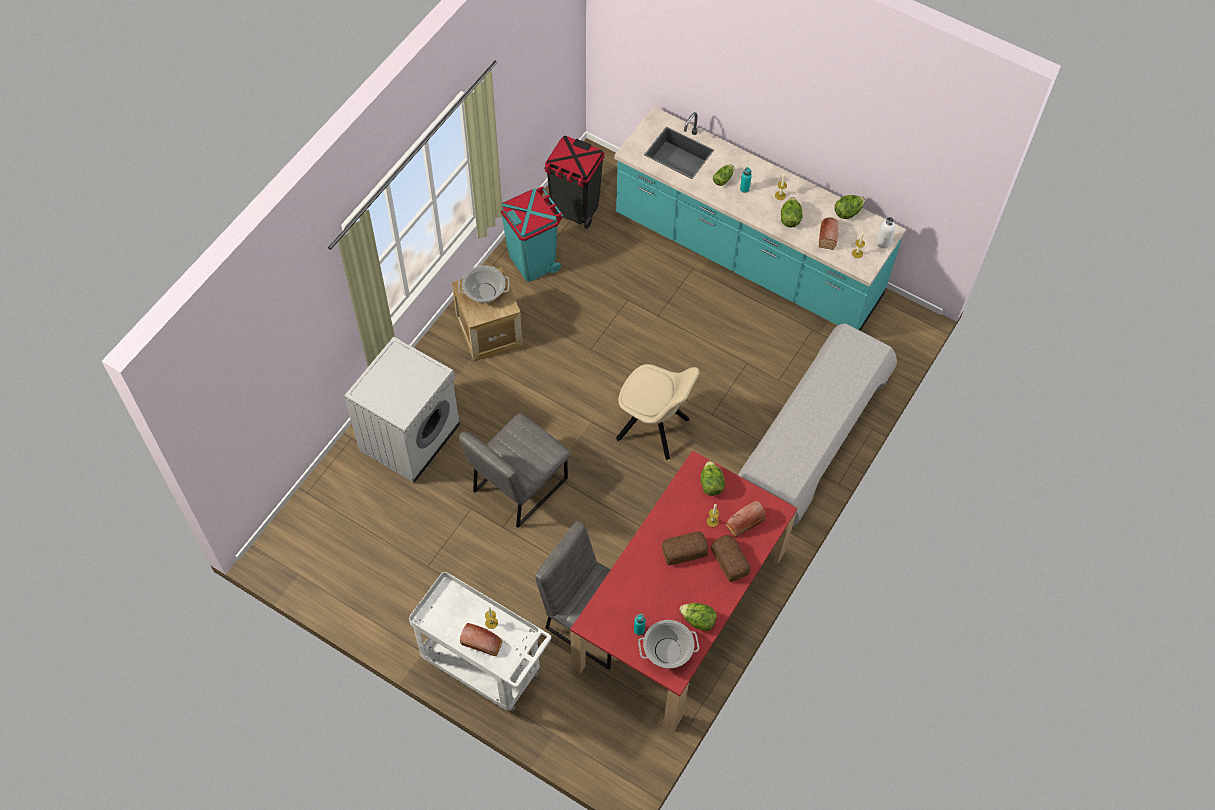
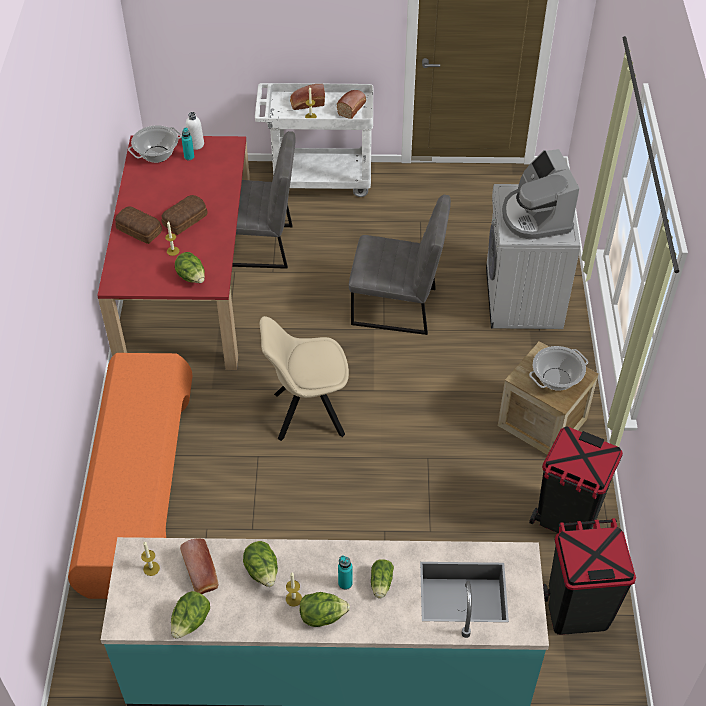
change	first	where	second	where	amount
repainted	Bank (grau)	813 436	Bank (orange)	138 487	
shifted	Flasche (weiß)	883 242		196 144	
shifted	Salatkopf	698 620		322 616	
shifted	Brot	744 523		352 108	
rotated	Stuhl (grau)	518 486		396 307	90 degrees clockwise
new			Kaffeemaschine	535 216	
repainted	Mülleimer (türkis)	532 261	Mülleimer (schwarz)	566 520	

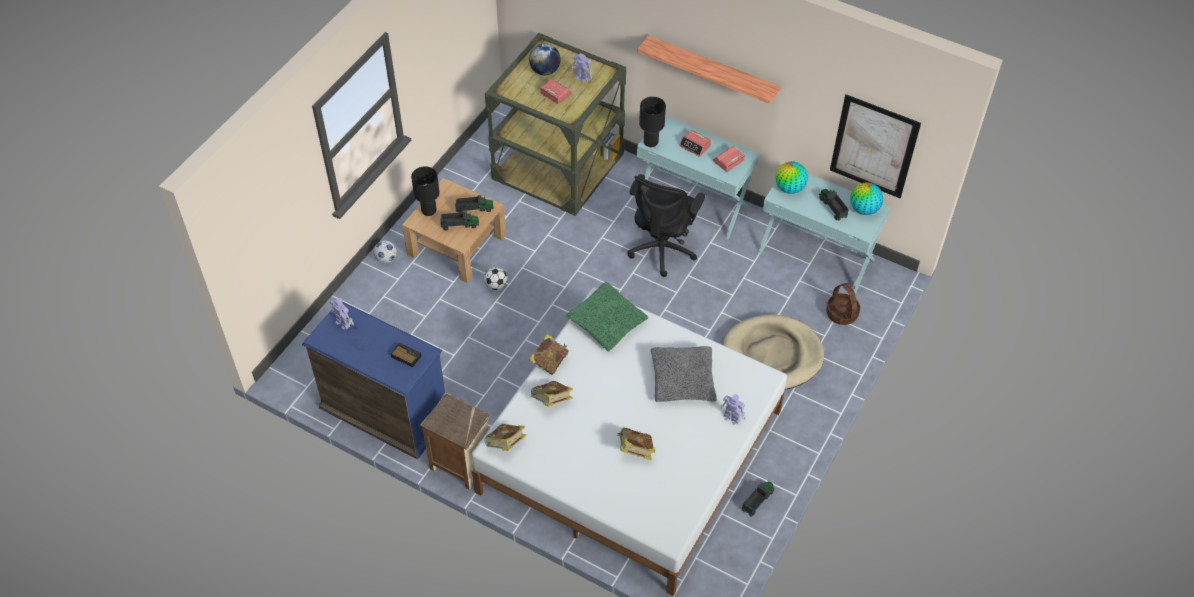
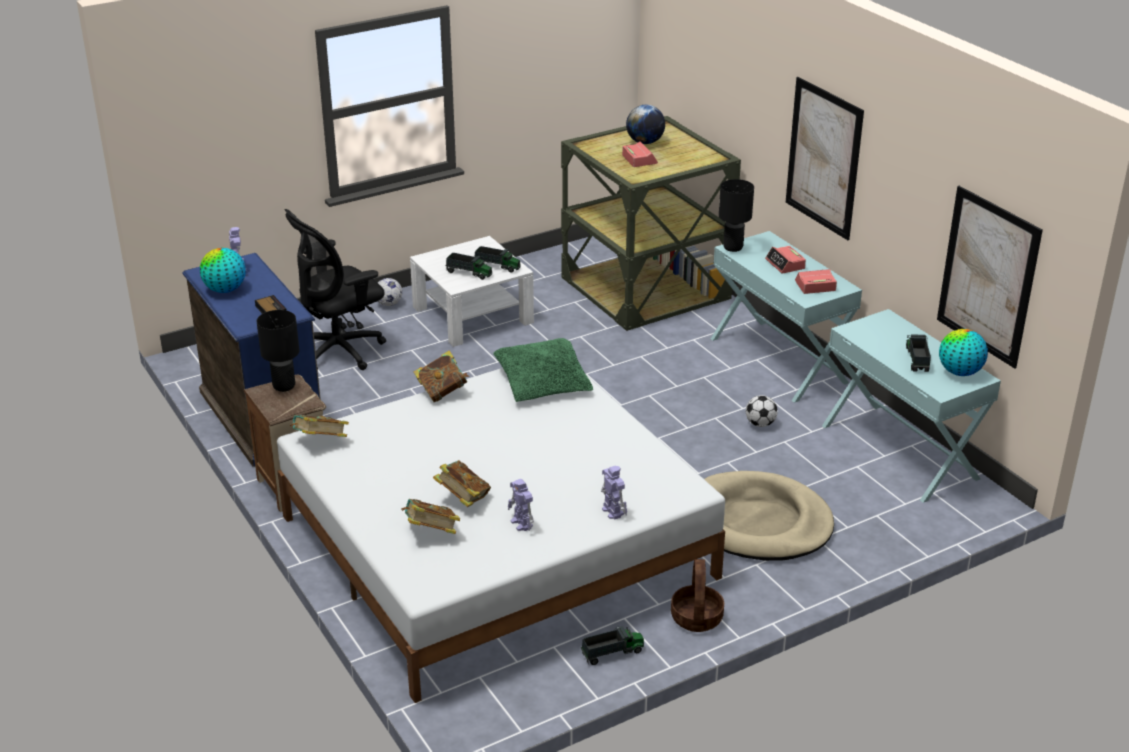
change	first	where	second	where	amount
shifted	Globus	789 188		225 290	
shifted	Tischlampe (schwarz)	429 212		284 388	
shifted	Bürostuhl (schwarz)	662 246		343 348	
shifted	Buch	551 401		431 532	
repainted	Couchtisch (braun)	456 244	Couchtisch (weiß)	472 315	
shifted	Spielzeugroboter	581 78		522 524	
shifted	Korb	842 314		697 617	
shifted	Fußball	496 285		760 424	
swapped	Wandregal	712 69	Bild	823 158	
gone	Kissen (grau)	682 380			

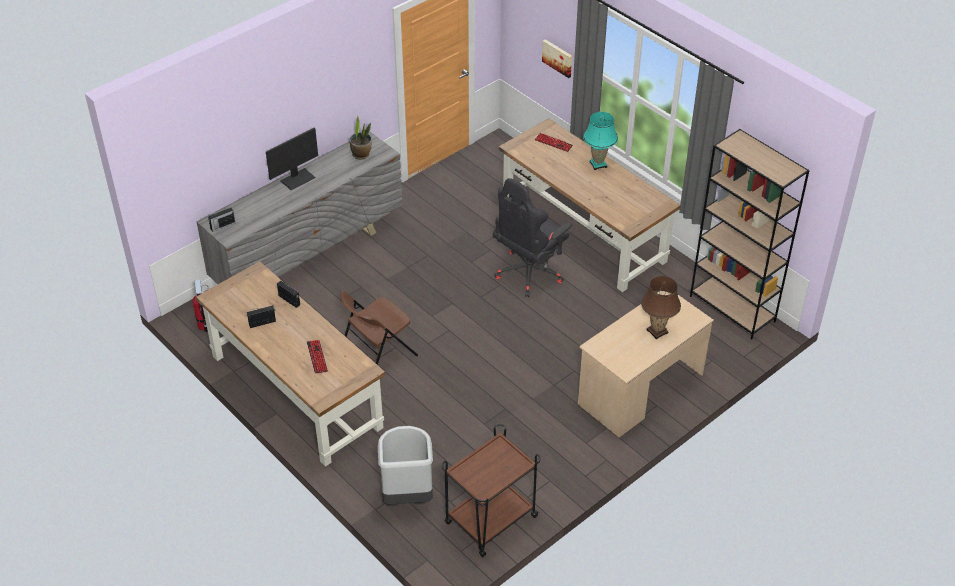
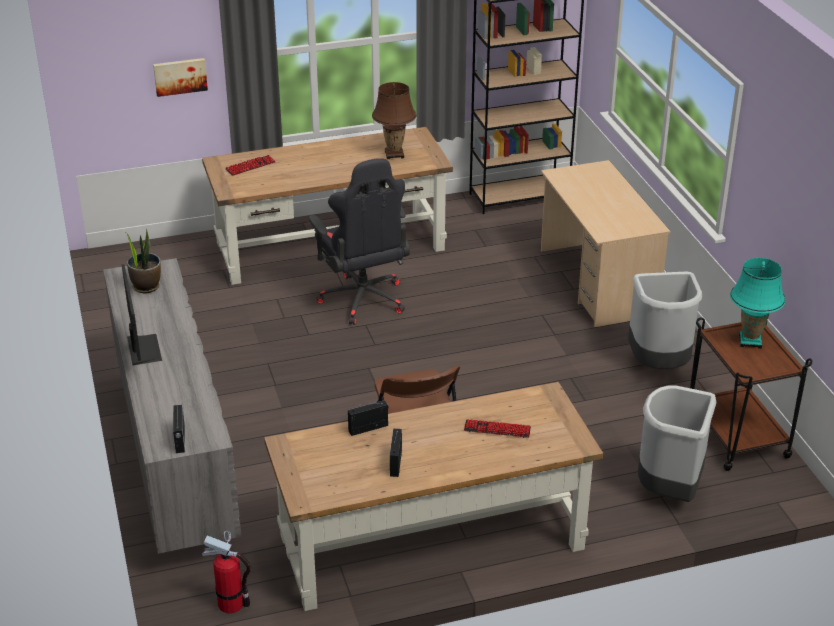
change	first	where	second	where	amount
shifted	Tischlampe (braun)	657 331		394 154	
new			Mülleimer (grau)	659 365	
shifted	Tischlampe (türkis)	598 164		750 341	

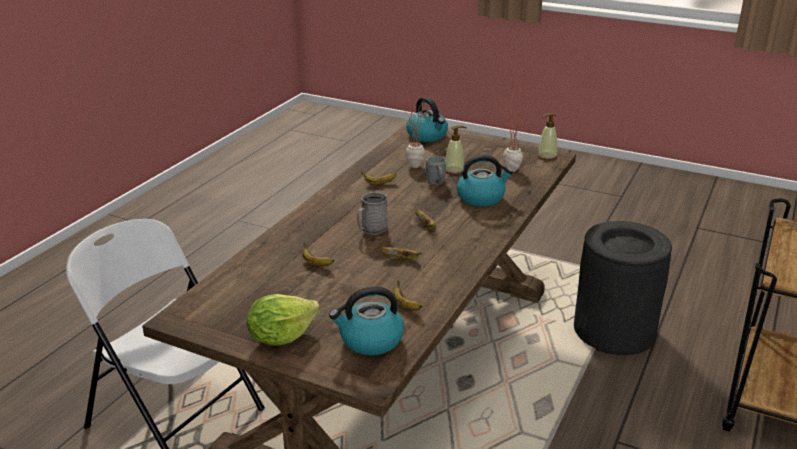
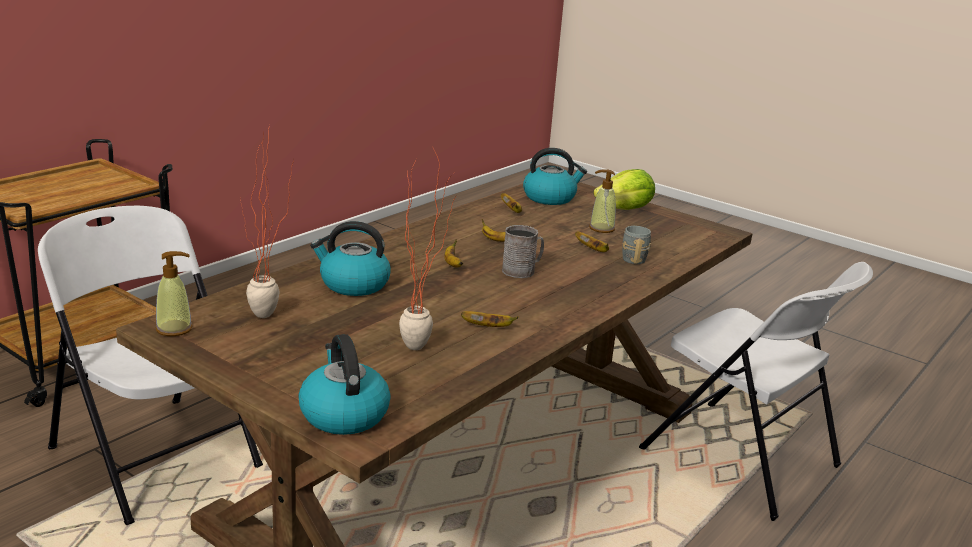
change	first	where	second	where	amount
swapped	Mülleimer (schwarz)	614 331	Stuhl (weiß)	156 457	
shifted	Seifenspender	454 171		601 228	
shifted	Henkelbecher (grau)	436 183		633 257	

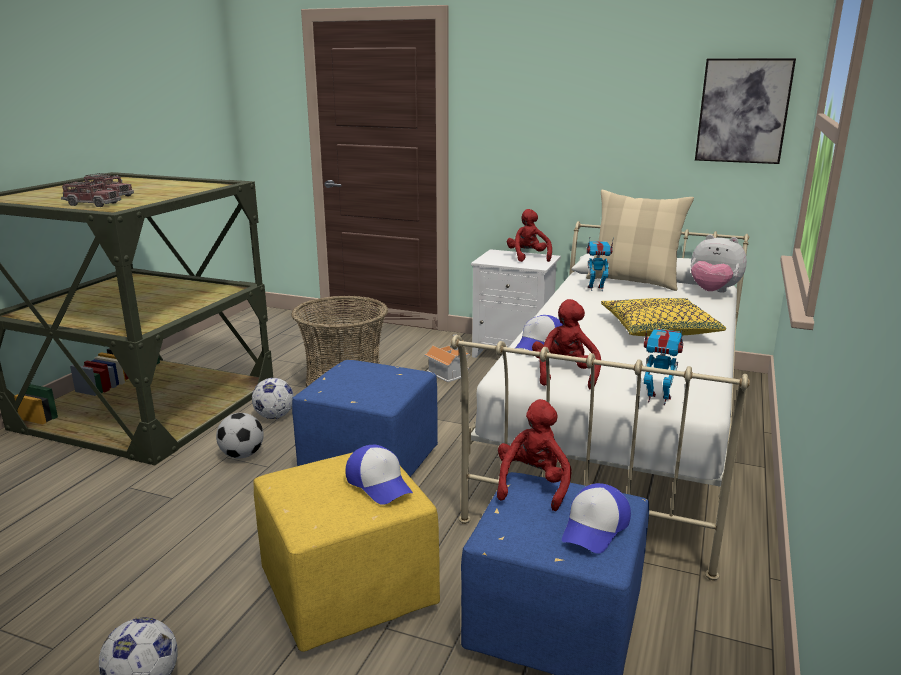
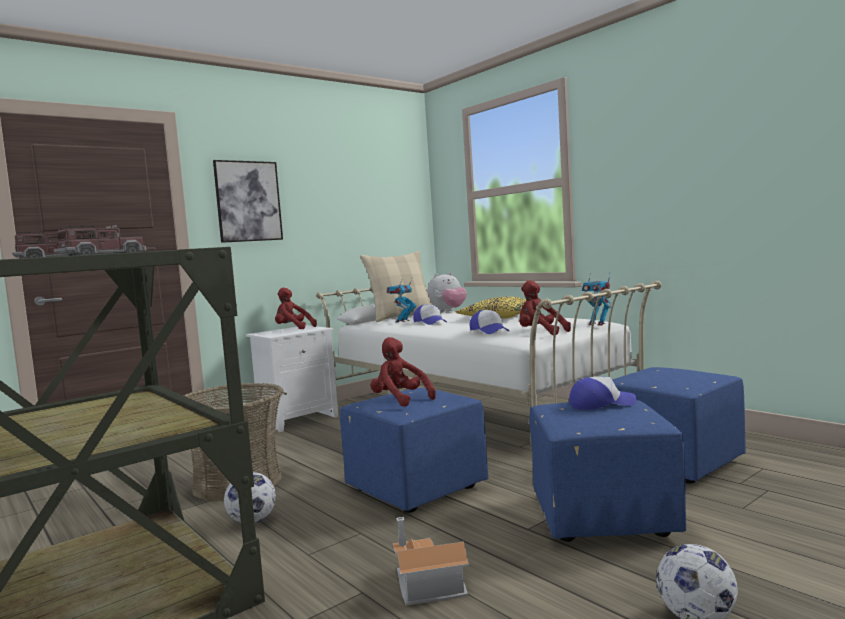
change	first	where	second	where	amount
shifted	Bild	743 111		248 201	
shifted	Plüschtier (rot)	533 485		400 400	
shifted	Spielzeughaus	448 371		425 584	
shifted	Kappe	595 528		430 322	
repainted	Polsterhocker (gelb)	348 590	Polsterhocker (blau)	600 517	
rotated	Spielzeugroboter	657 399		597 324	105 degrees counterclockwise
gone	Fußball	242 455			

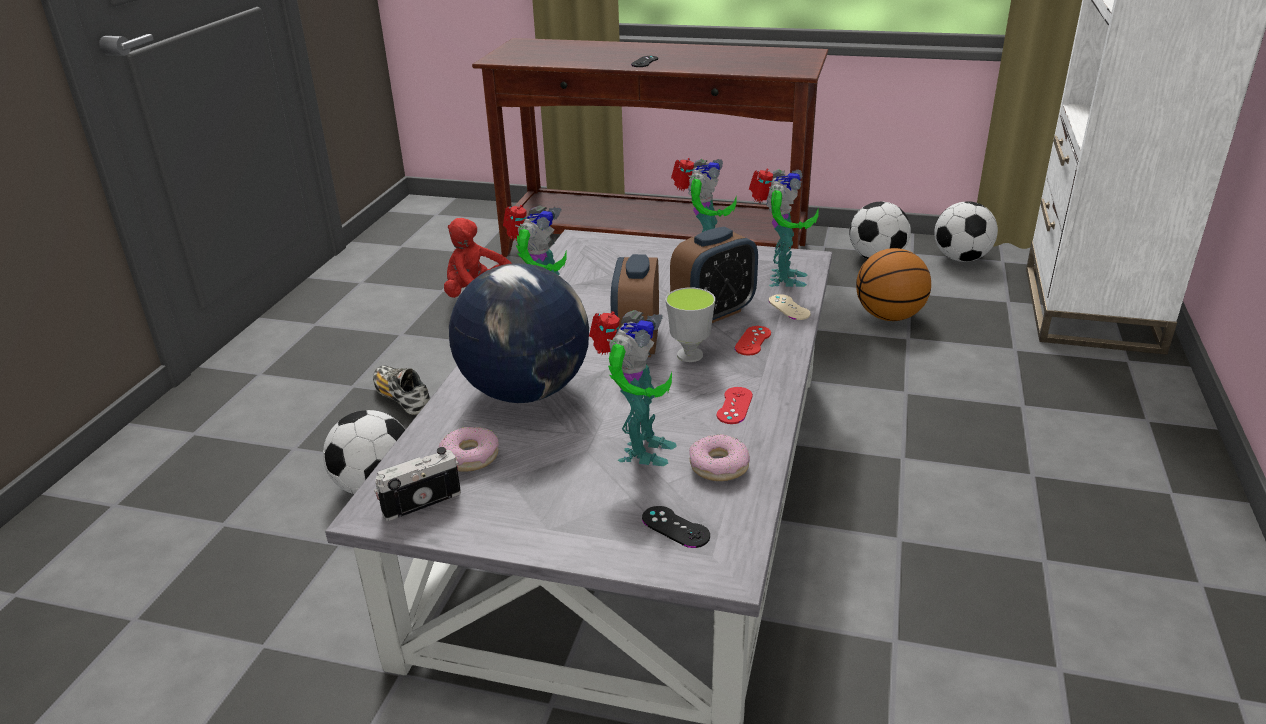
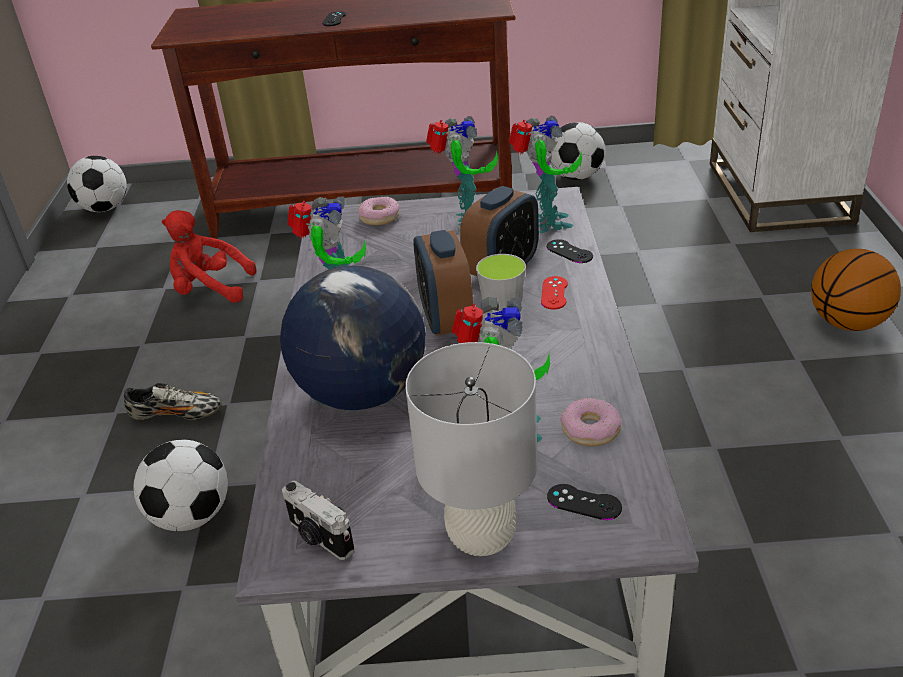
change	first	where	second	where	amount
shifted	Fußball	961 258		105 208	
rotated	Schuh	402 399		176 415	150 degrees clockwise
rotated	Kamera	420 501		319 537	90 degrees counterclockwise
shifted	Donut	470 456		379 217	
new			Tischlampe (grau)	482 540	
repainted	Gamepad (beige)	789 307	Gamepad (schwarz)	569 251	
shifted	Basketball	889 316		848 323	
gone	Gamepad (rot)	734 406			

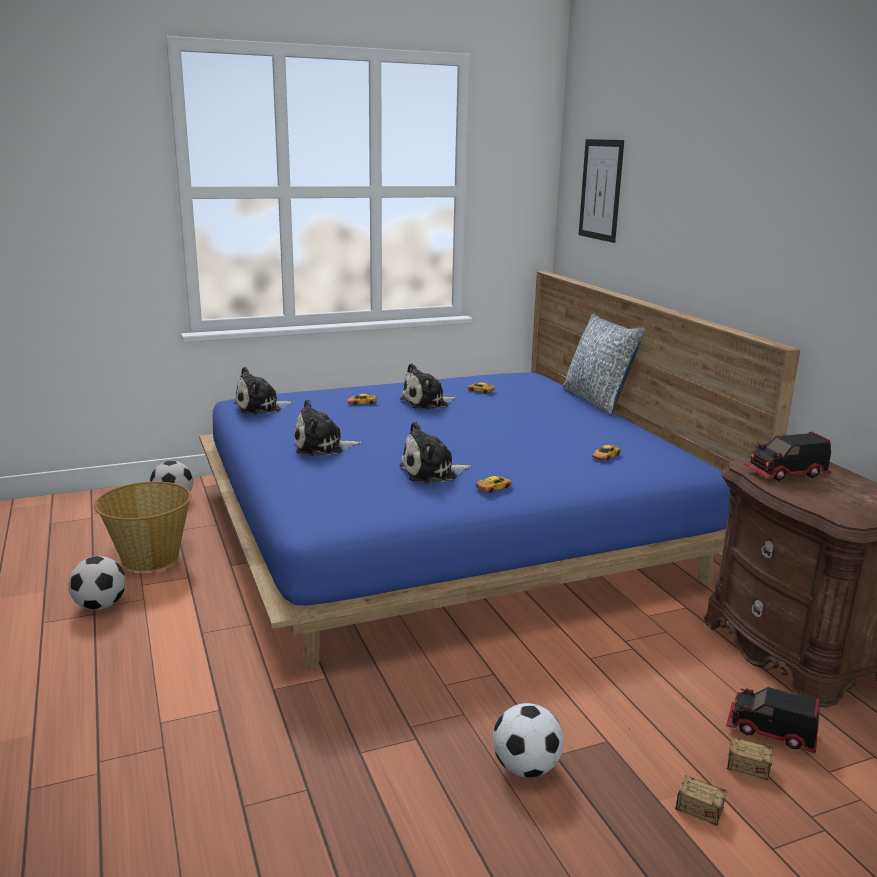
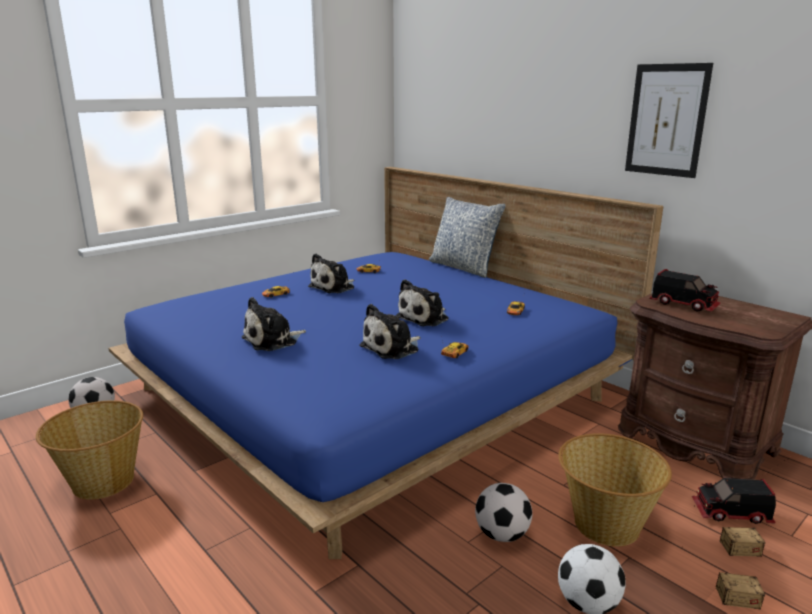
change	first	where	second	where	amount
shifted	Plüschtier	261 407		425 318	
shifted	Fußball	100 606		501 534	
new			Korb	605 524	
shifted	Bild	601 190		666 120	
rotated	Spielzeuglaster	787 474		684 304	105 degrees counterclockwise

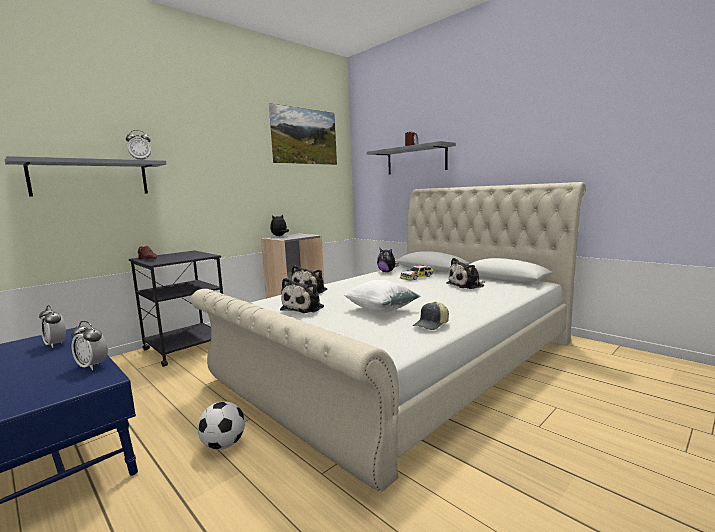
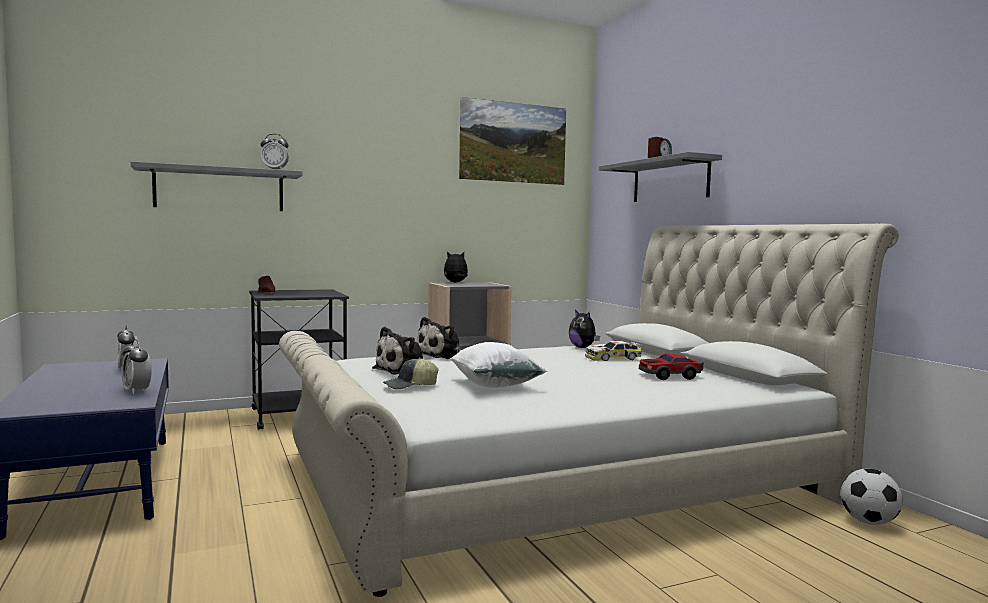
change	first	where	second	where	amount
shifted	Kappe	432 325		410 387	
swapped	Plüschtier	467 285	Spielzeugauto	670 376	
shifted	Fußball	224 445		869 522	

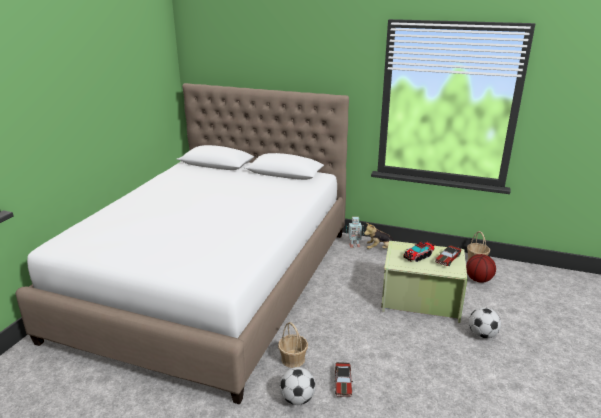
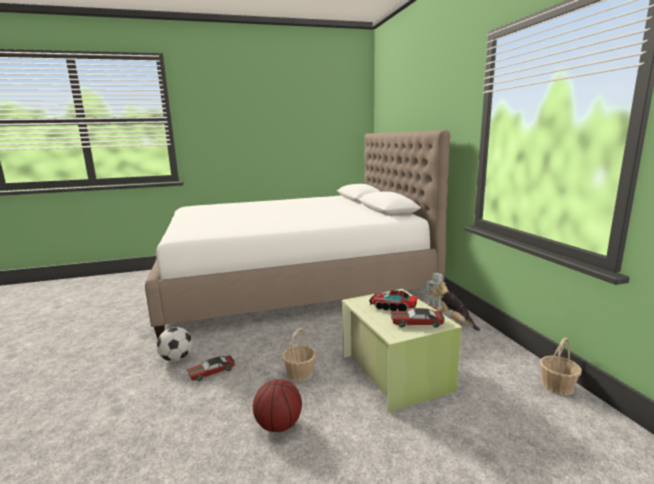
change	first	where	second	where	amount
shifted	Basketball	479 280		279 425	
shifted	Korb	293 359		300 373	
gone	Fußball	482 334			

